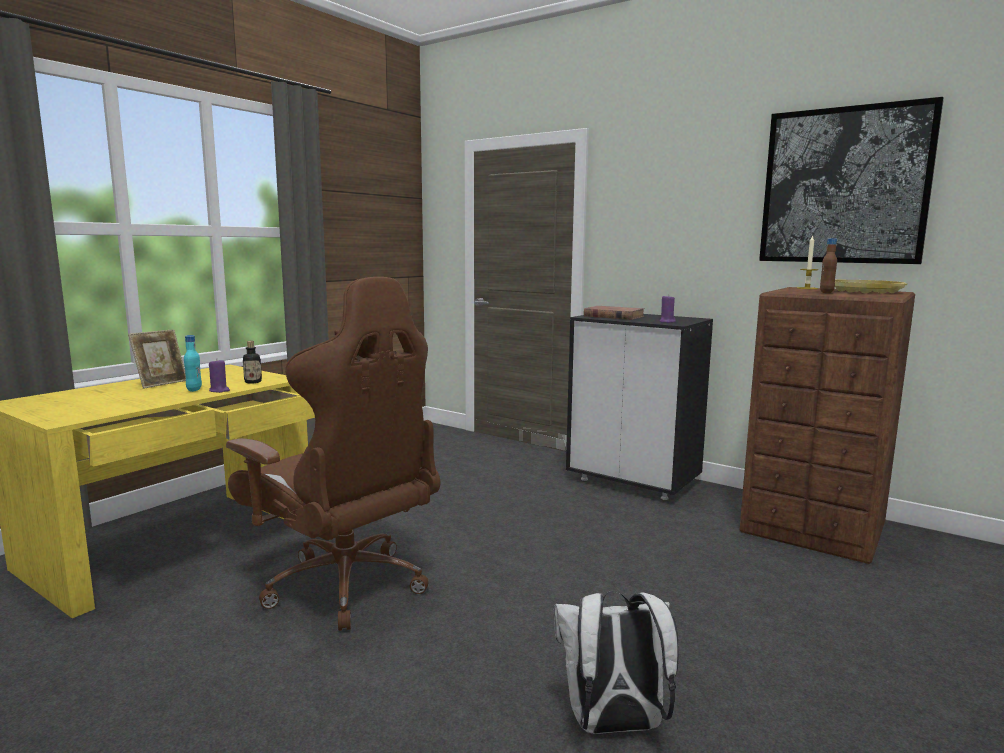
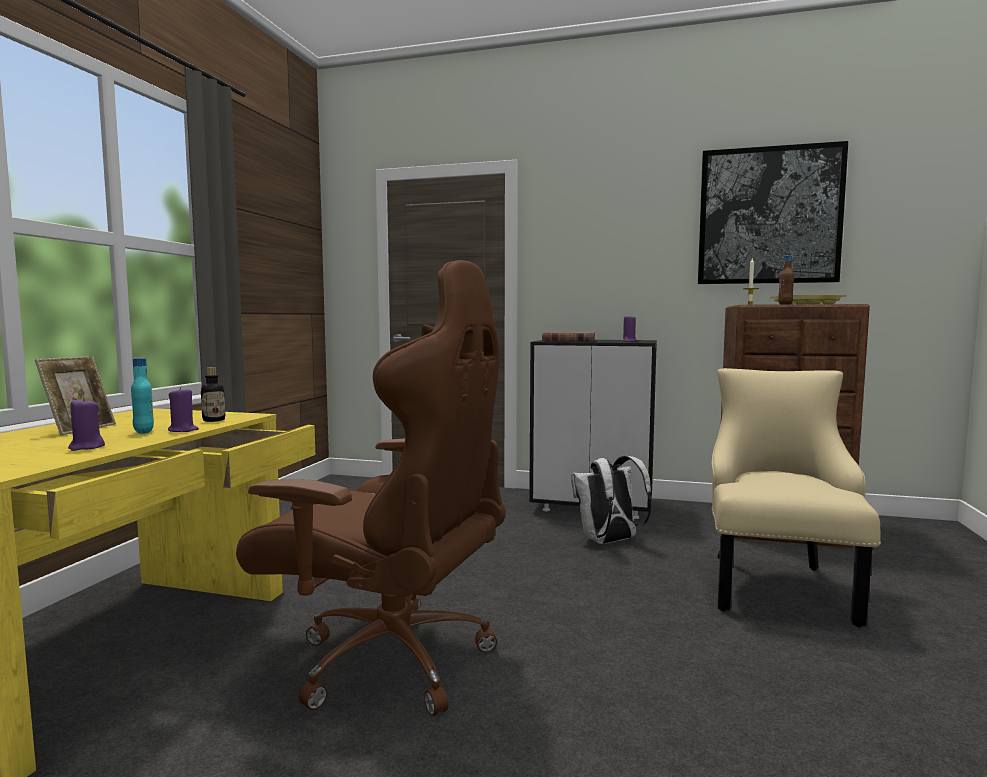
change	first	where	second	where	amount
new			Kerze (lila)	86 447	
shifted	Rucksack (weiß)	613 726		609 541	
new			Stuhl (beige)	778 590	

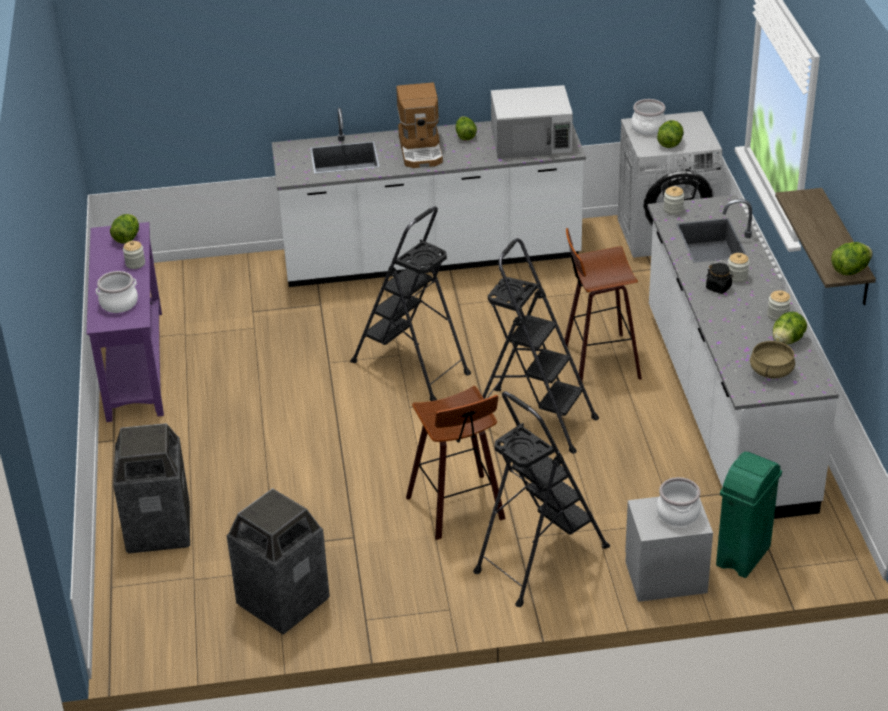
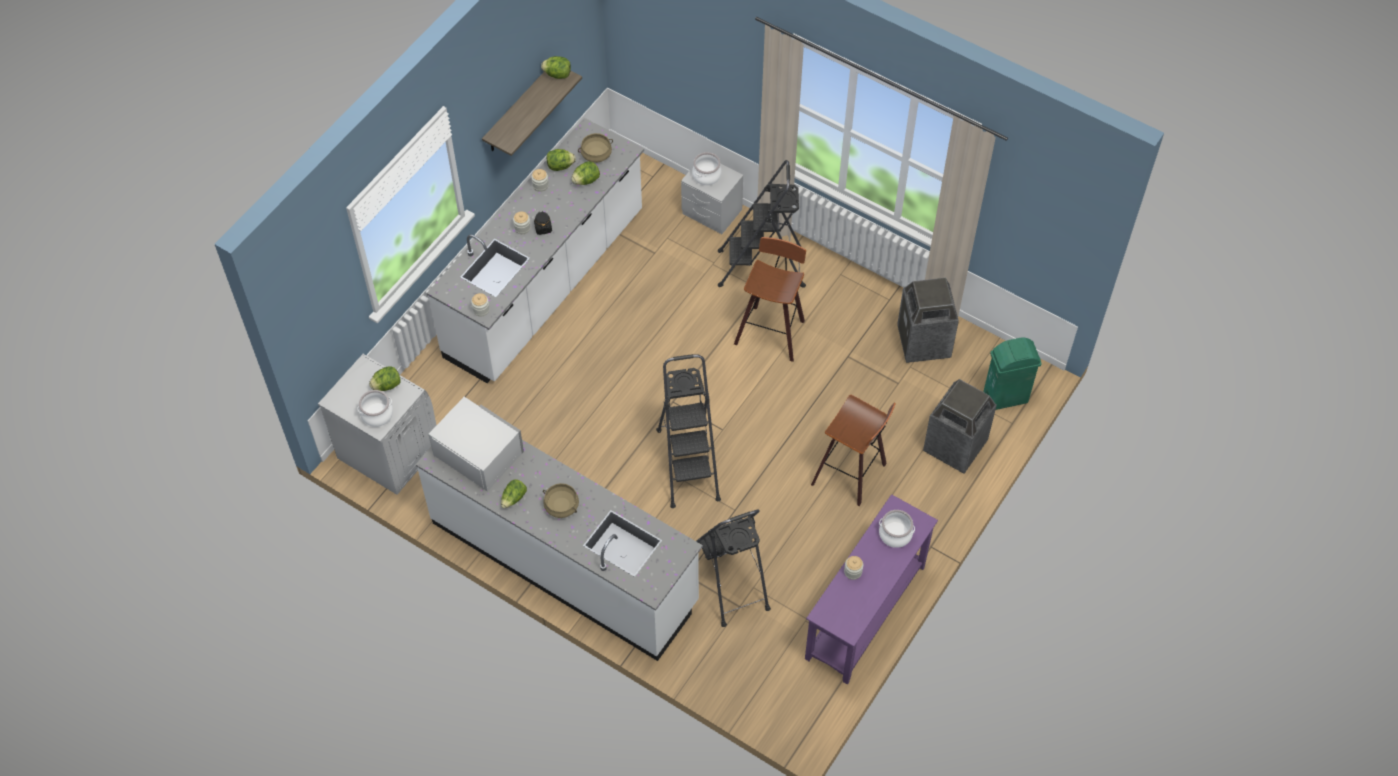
change	first	where	second	where	amount
swapped	Kaffeemaschine	421 149	Kochtopf (beige)	561 506	
shifted	Salatkopf	127 238		586 180	
shifted	Trittleiter	532 419		728 579	
shifted	Hocker	598 360		852 473	
shifted	Mülleimer (grün)	742 556		1006 397	

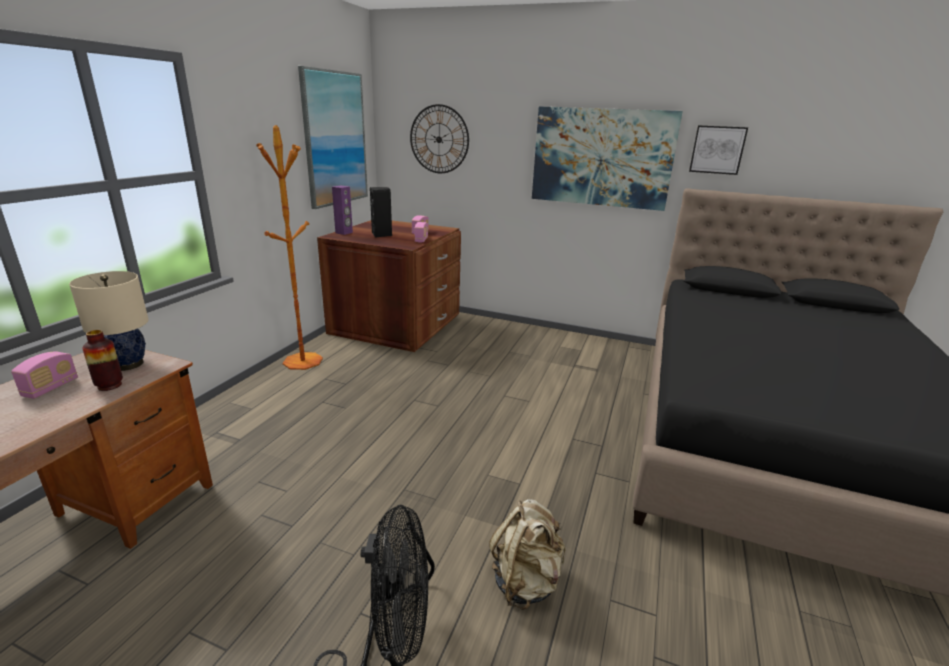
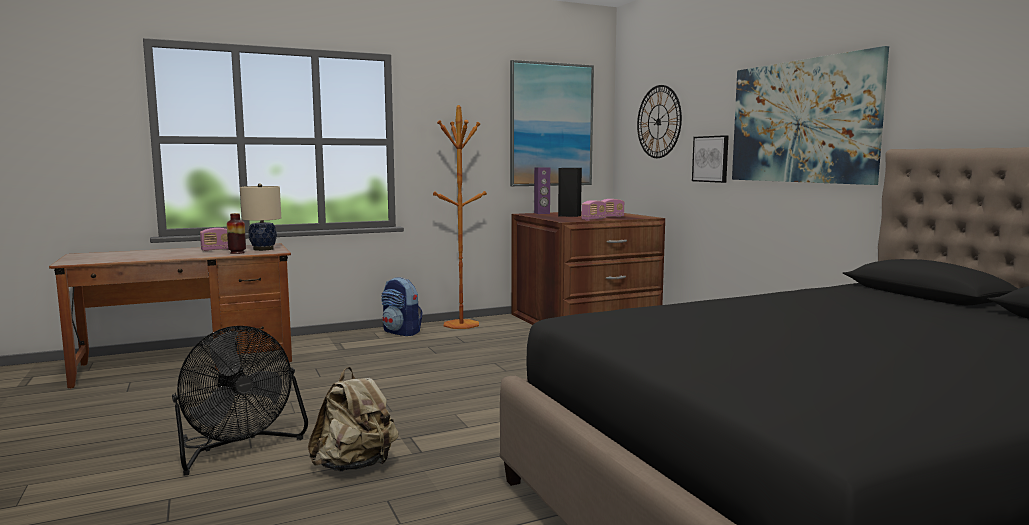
change	first	where	second	where	amount
new			Rucksack	402 332	
shifted	Bild	717 150		711 159	

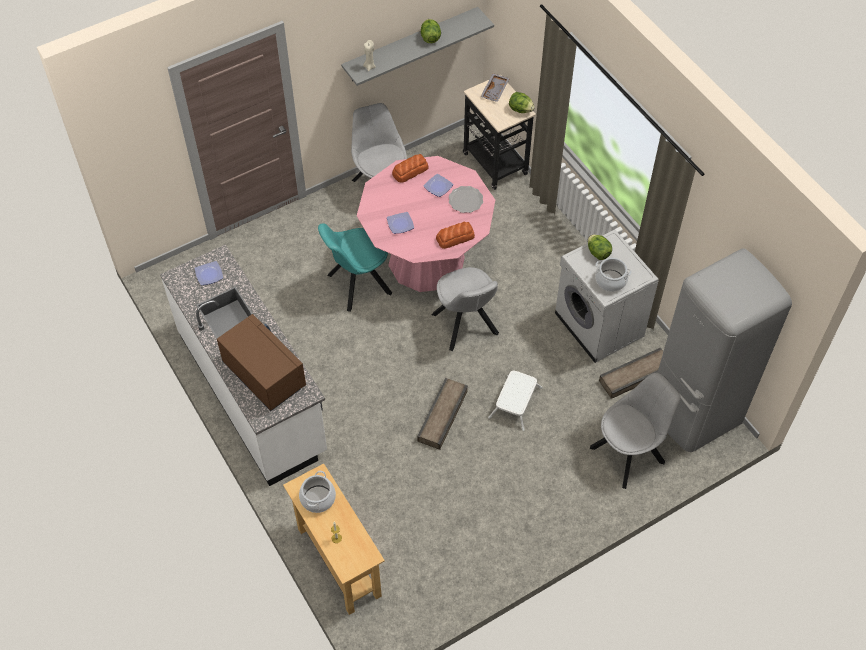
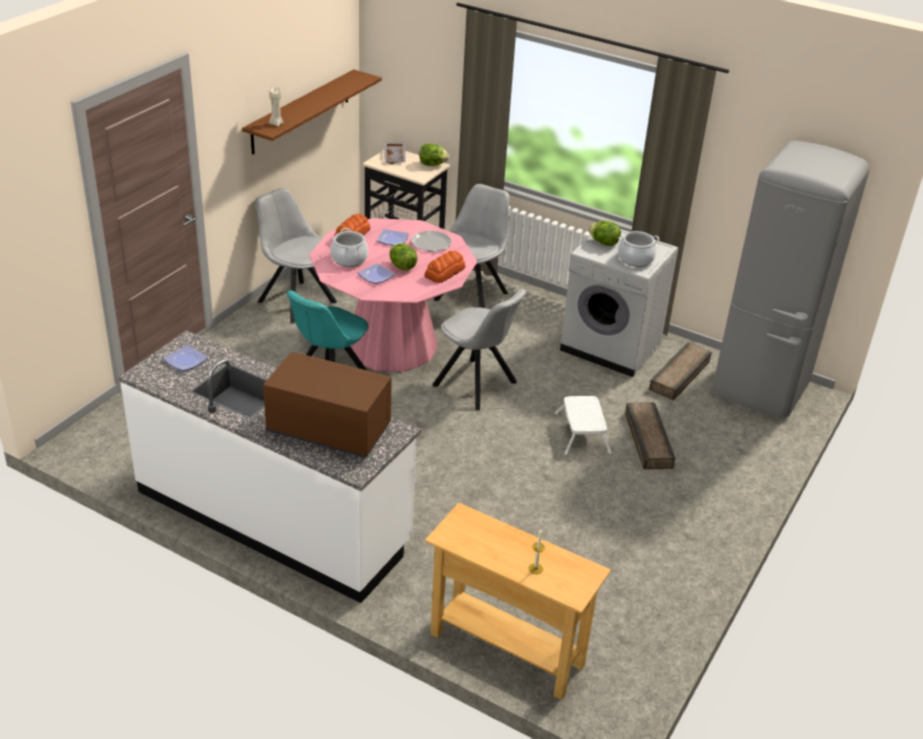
change	first	where	second	where	amount
repainted	Wandregal (grau)	410 45	Wandregal (braun)	301 111	
shifted	Kochtopf	317 498		349 259	
shifted	Salatkopf	430 38		402 266	
shifted	Stuhl (grau)	629 454		472 295	
shifted	Kiste	441 415		647 440	

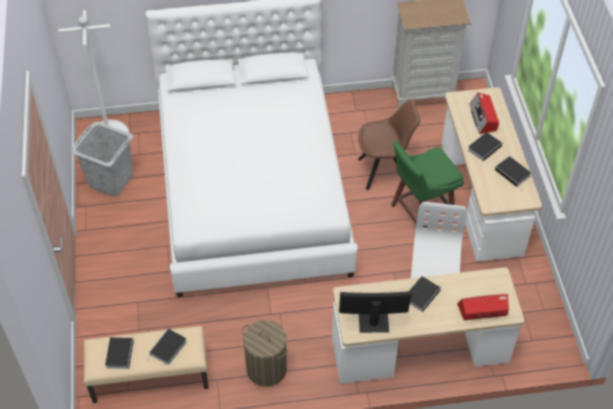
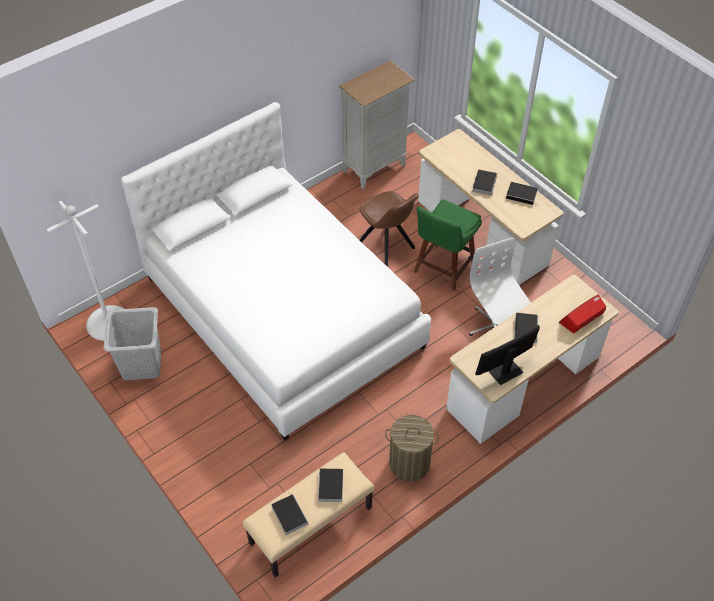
change	first	where	second	where	amount
rotated	Stuhl (braun)	384 171		387 245	90 degrees clockwise
gone	Radio	483 118			

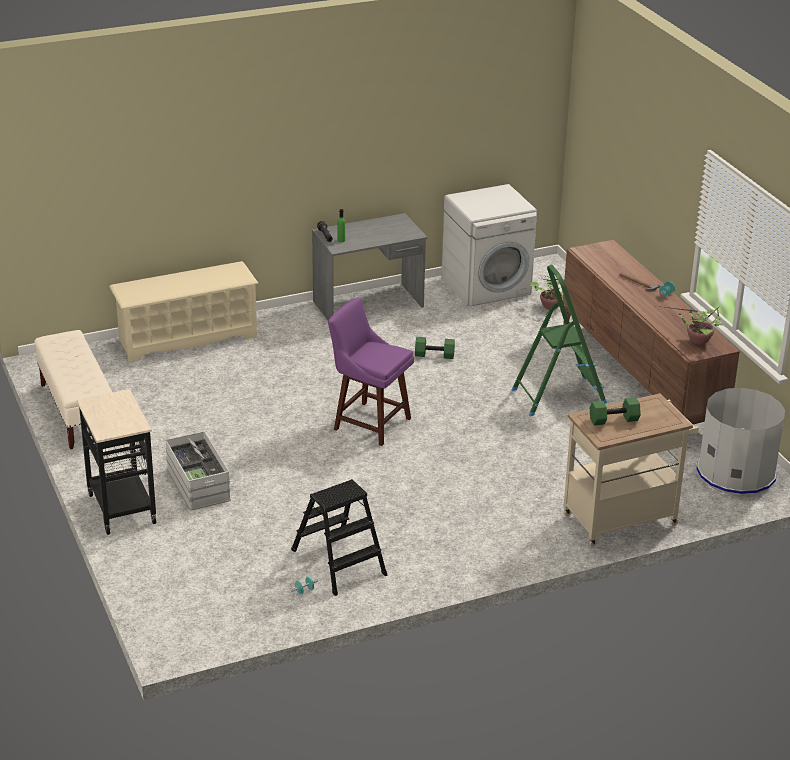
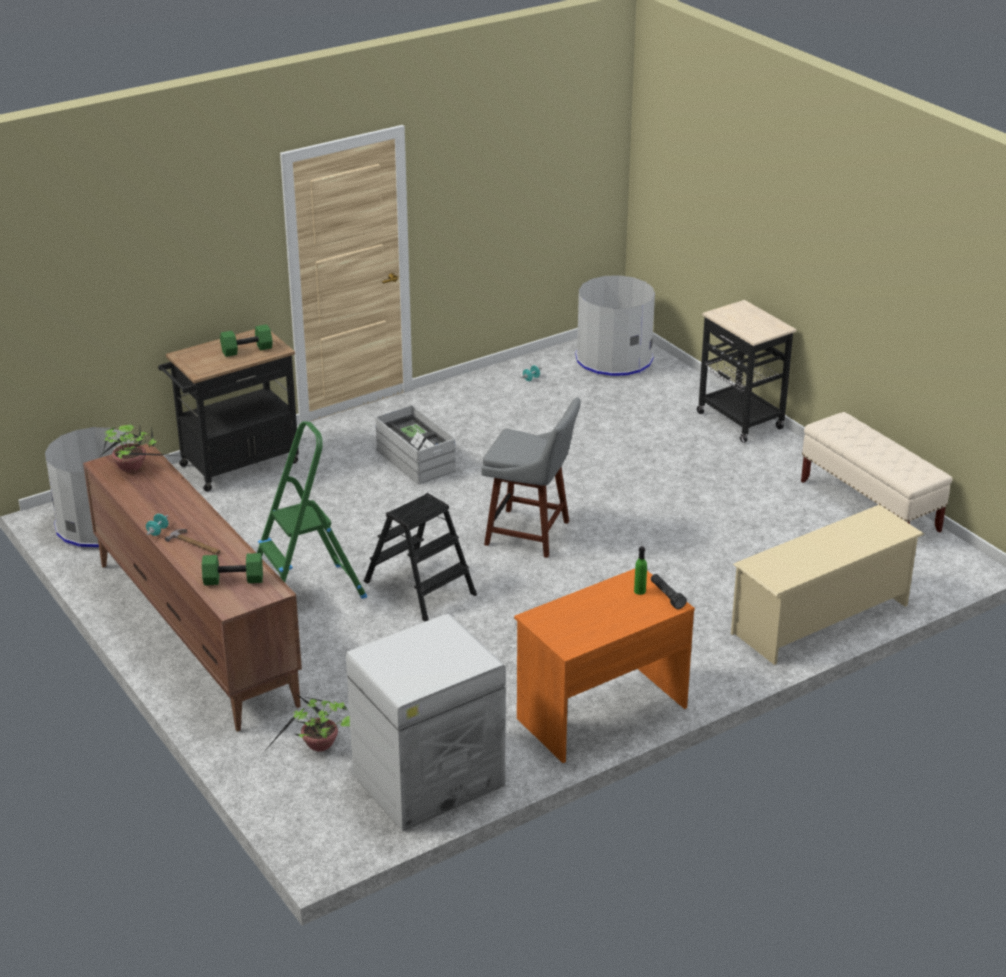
change	first	where	second	where	amount
repainted	Rollwagen (beige)	623 519	Rollwagen (schwarz)	236 465	
shifted	Hantel (grün)	435 355		232 580	
shifted	Trittleiter (schwarz)	338 562		419 587	
shifted	Aufbewahrungsbox (grau)	197 484		416 459	
repainted	Hocker (lila)	369 422	Hocker (grau)	531 534	
repainted	Schreibtisch (grau)	369 304	Schreibtisch (orange)	600 712	
new			Mülleimer (grau)	614 360	

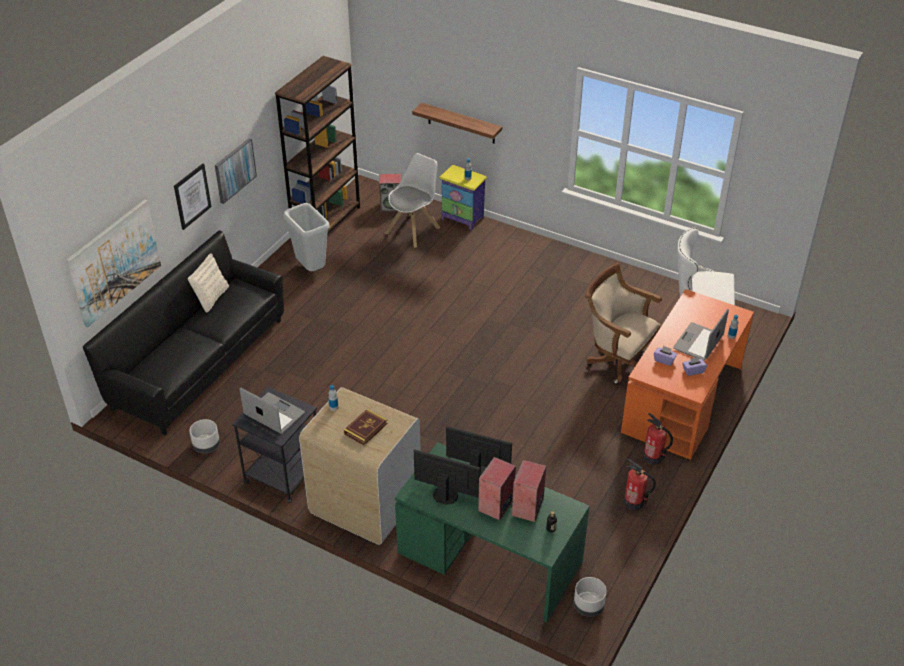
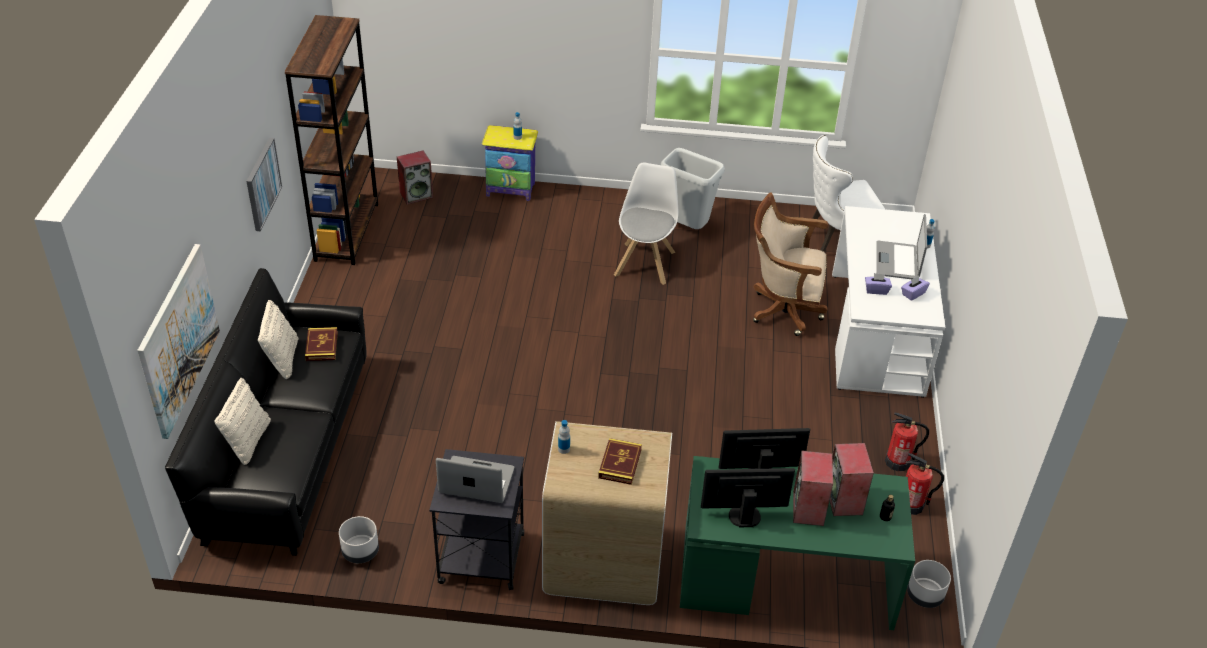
change	first	where	second	where	amount
new			Kissen (beige)	248 441	
new			Buch	322 346	
shifted	Stuhl	413 229		645 262	
shifted	Mülleimer (grau)	312 269		687 228	
repainted	Schreibtisch (orange)	683 400	Schreibtisch (weiß)	877 333	
shifted	Feuerlöscher	653 457		911 505	
gone	Bild	192 196			
gone	Wandregal	461 123			

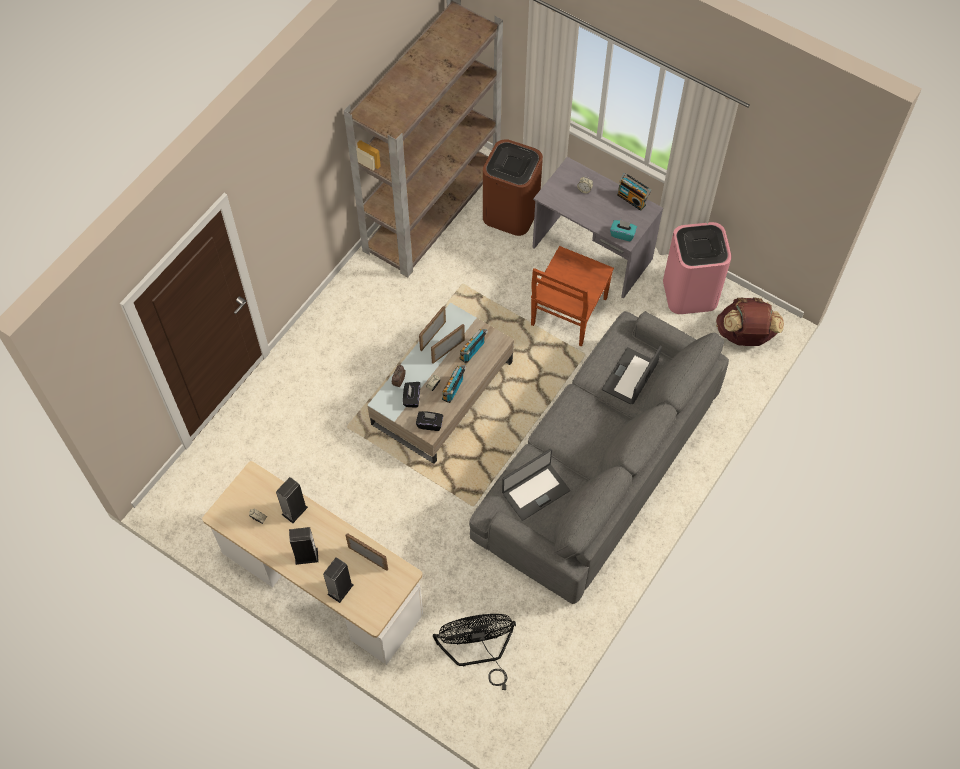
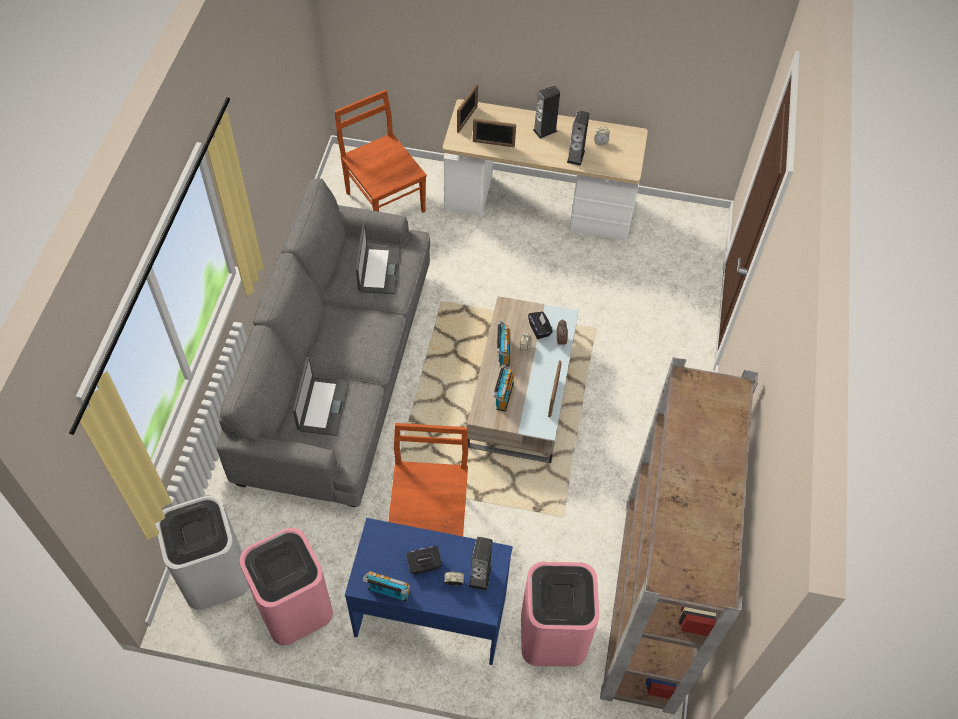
change	first	where	second	where	amount
swapped	Rucksack (braun)	744 335	Mülleimer (weiß)	214 574	
swapped	Ventilator (schwarz)	480 651	Stuhl (braun)	384 200	
repainted	Schreibtisch (grau)	592 254	Schreibtisch (blau)	430 613	
rotated	Laptop	535 491		378 270	150 degrees clockwise
shifted	Taschentuchbox (schwarz)	430 424		424 565	
shifted	Bilderrahmen	448 351		467 119	
shifted	Lautsprecher	340 589		480 576	
repainted	Mülleimer (braun)	511 212	Mülleimer (rosa)	552 635	
gone	Taschentuchbox (türkis)	622 234			

